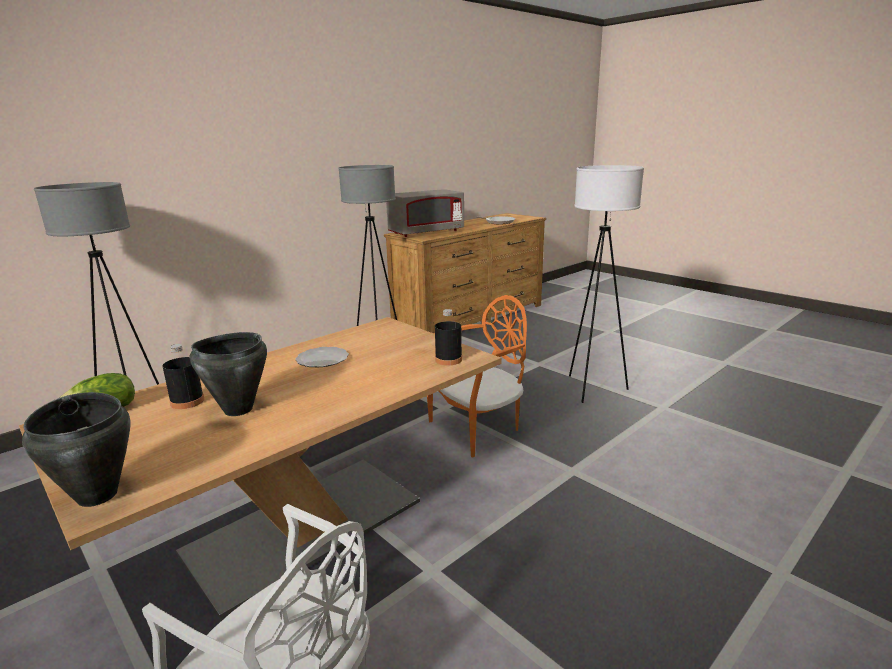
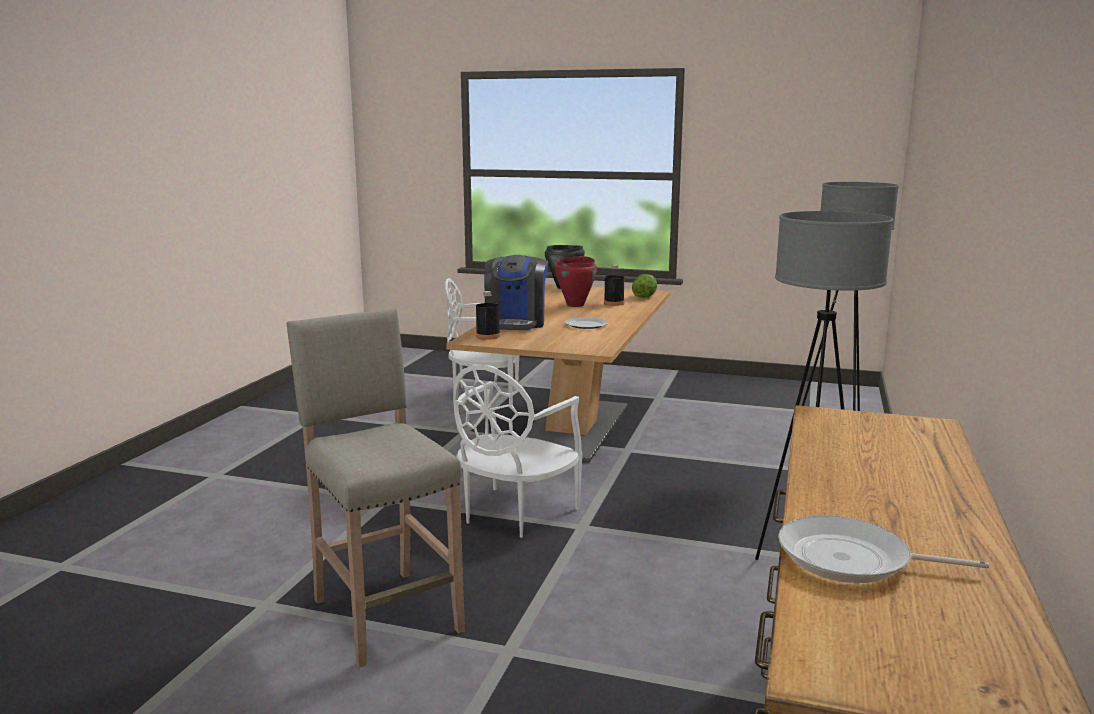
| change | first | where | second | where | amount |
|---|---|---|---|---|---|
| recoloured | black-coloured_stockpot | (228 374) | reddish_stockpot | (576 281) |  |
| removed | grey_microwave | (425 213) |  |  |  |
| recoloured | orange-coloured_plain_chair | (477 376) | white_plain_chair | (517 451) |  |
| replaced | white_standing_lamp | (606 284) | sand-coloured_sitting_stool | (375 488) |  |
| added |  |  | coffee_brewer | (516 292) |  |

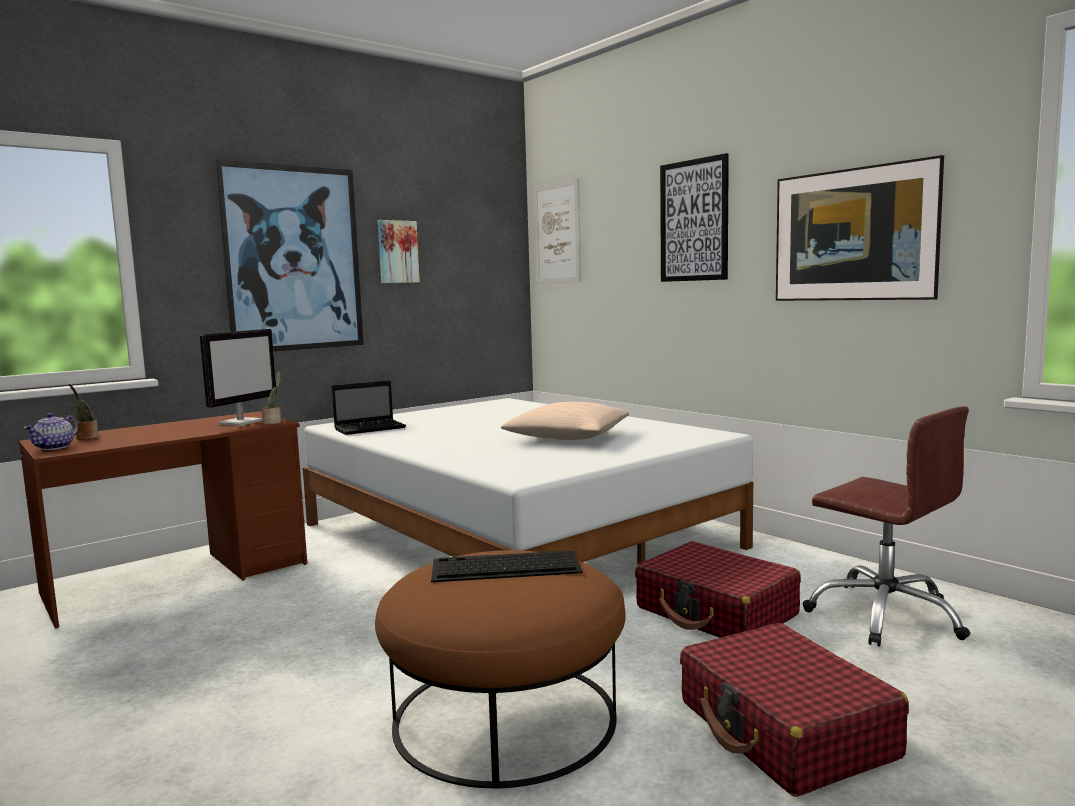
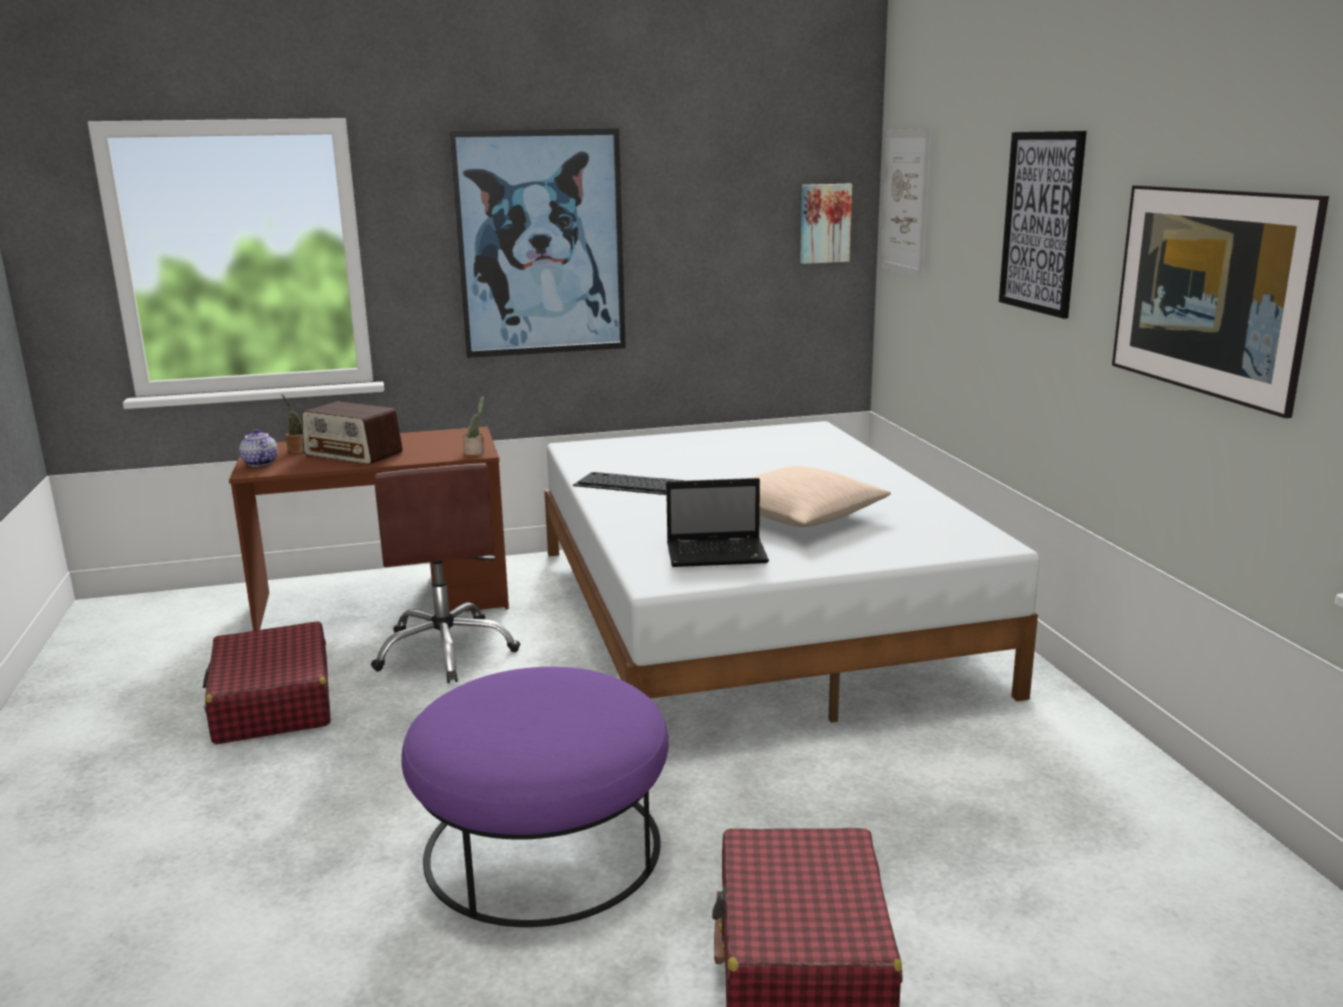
| change | first | where | second | where | amount |
|---|---|---|---|---|---|
| turned | tea_pot | (51 431) |  | (258 448) | 105 degrees clockwise |
| removed | monitor | (238 377) |  |  |  |
| moved | laptop | (369 407) |  | (717 522) |  |
| recoloured | brown-coloured_footrest | (500 669) | purple_footrest | (535 797) |  |
| moved | wall_picture | (399 251) |  | (826 224) |  |
| moved | PC_keyboard | (507 566) |  | (629 483) |  |
| moved | reddish_travel_case | (718 589) |  | (267 682) |  |
| moved | brown-coloured_office_chair | (886 526) |  | (445 573) |  |
| added |  |  | radio_set | (352 433) |  |

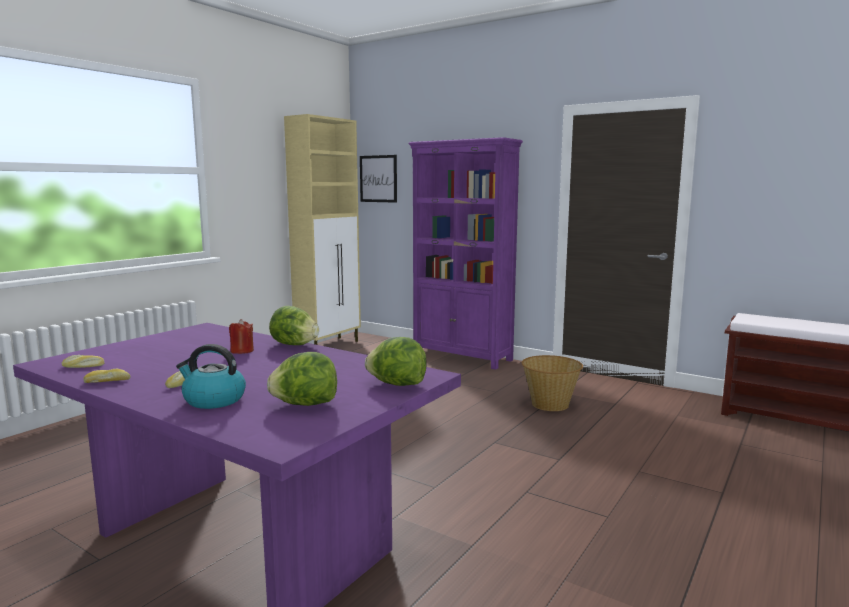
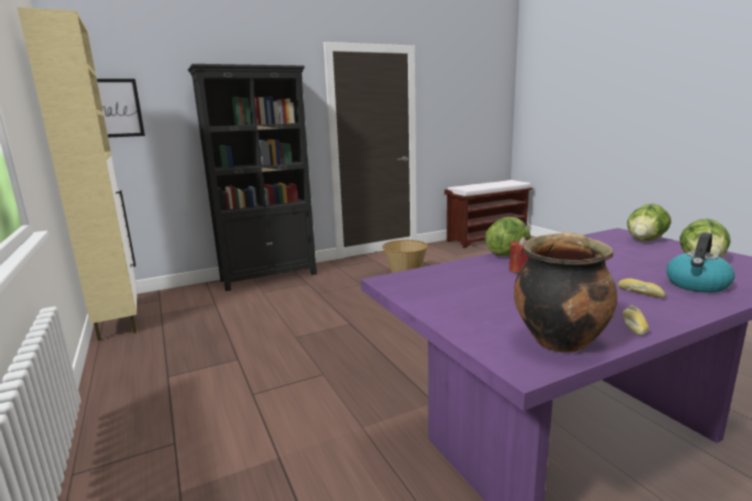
| change | first | where | second | where | amount |
|---|---|---|---|---|---|
| replaced | bakery_bread | (83 361) | stockpot | (566 292) |  |
| recoloured | purple_bookcase | (465 253) | black-coloured_bookcase | (252 177) |  |

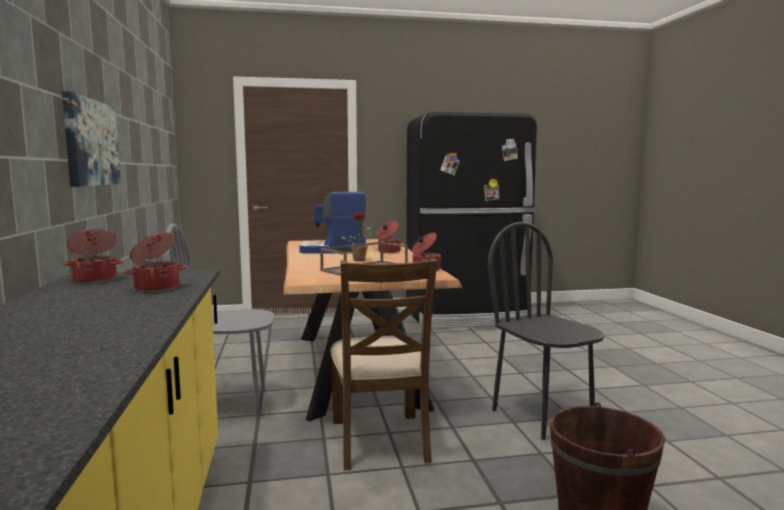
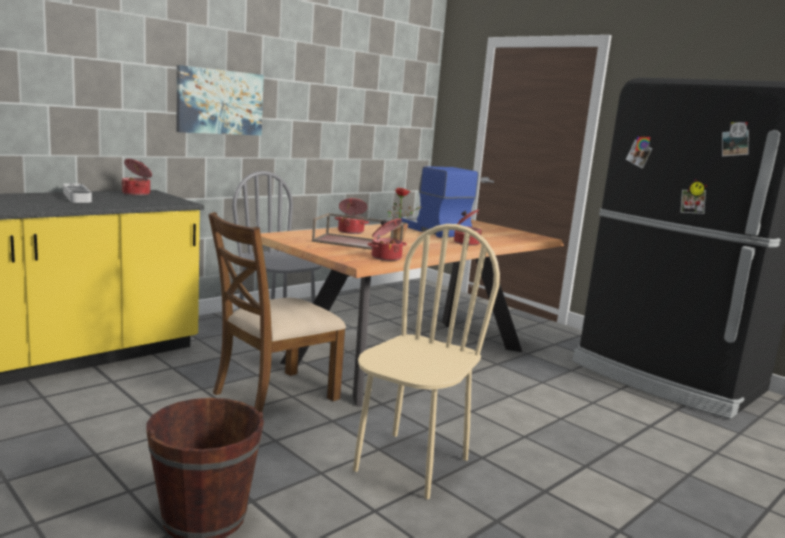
| change | first | where | second | where | amount |
|---|---|---|---|---|---|
| moved | stockpot | (155 262) |  | (352 216) |  |
| recoloured | black-coloured_plain_chair | (546 331) | sand-coloured_plain_chair | (426 361) |  |
| added |  |  | grey_tray | (77 193) |  |

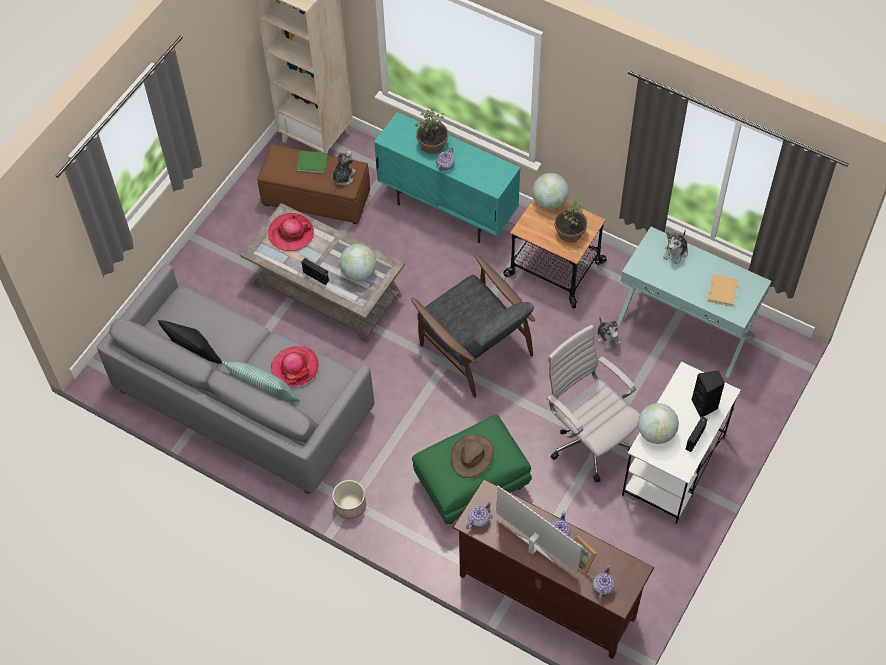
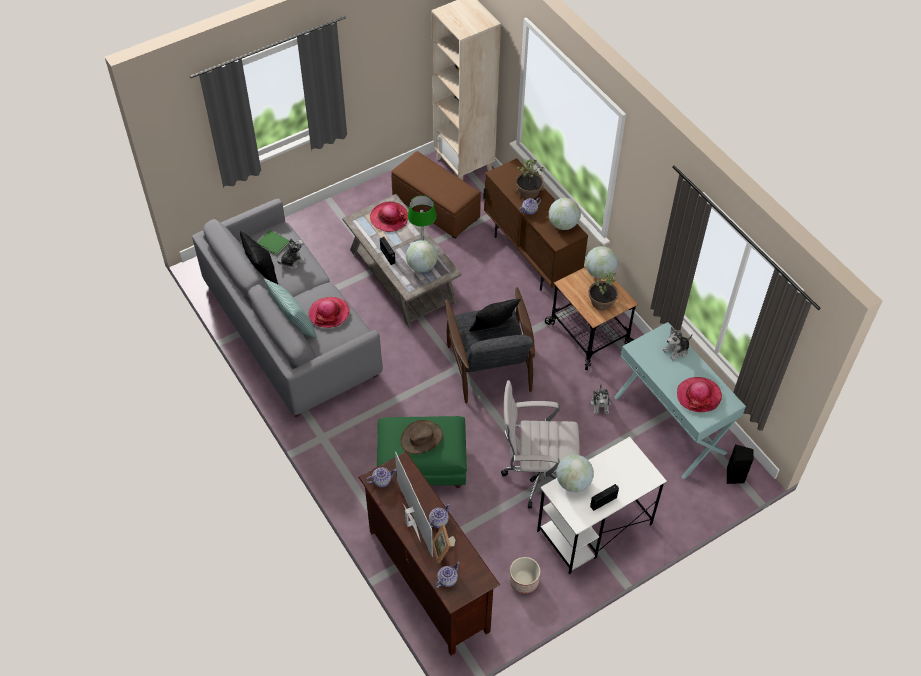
| change | first | where | second | where | amount |
|---|---|---|---|---|---|
| moved | greenish_bound_book | (312 162) |  | (273 243) |  |
| moved | cuddly_toy | (344 168) |  | (291 253) |  |
| moved | planter | (349 499) |  | (524 575) |  |
| recoloured | turquoise-coloured_cabinet | (447 177) | brown-coloured_cabinet | (535 224) |  |
| turned | white_office_chair | (593 404) |  | (540 444) | 75 degrees counterclockwise |
| moved | black-coloured_audio_speaker | (708 394) |  | (740 464) |  |
| replaced | sand-coloured_bound_book | (723 290) | hat | (699 394) |  |
| added |  |  | greenish_lamp_for_a_table | (422 218) |  |
| added |  |  | black-coloured_cushion | (495 315) |  |
| added |  |  | globe | (565 214) |  |

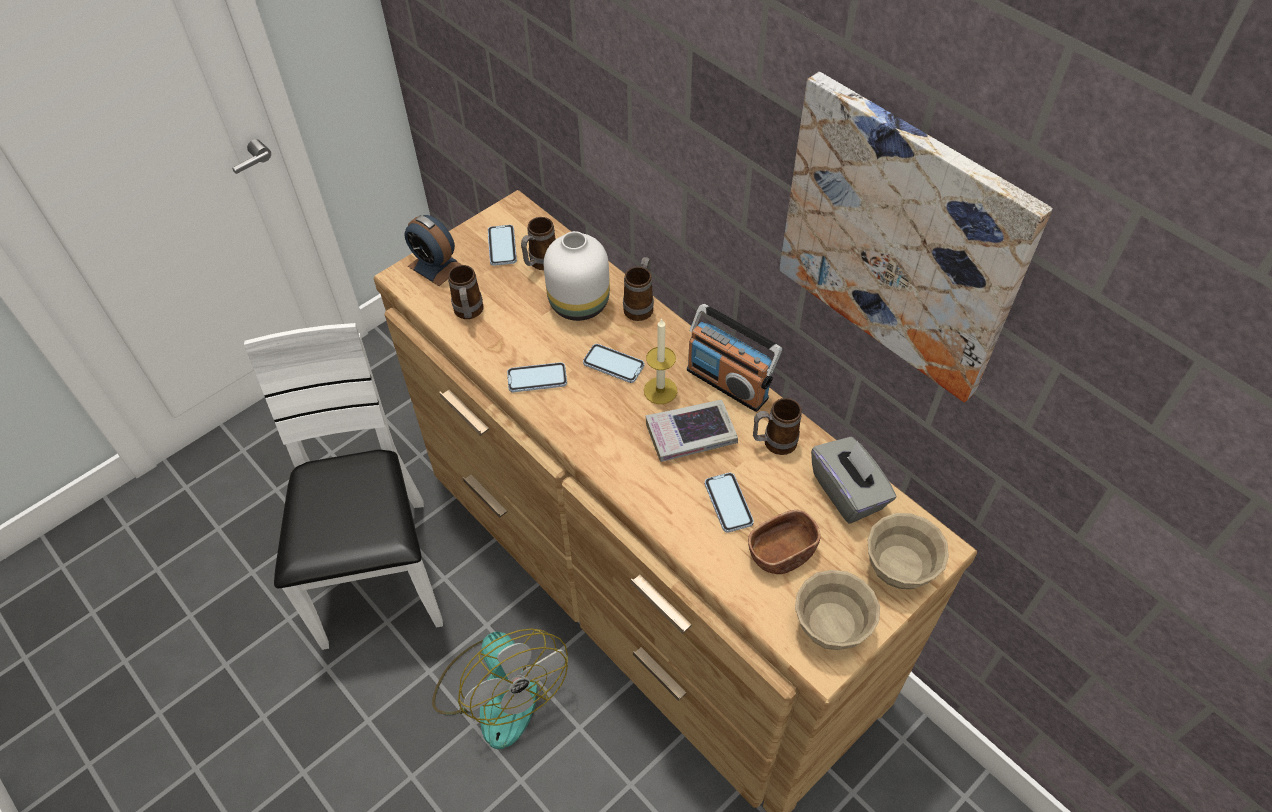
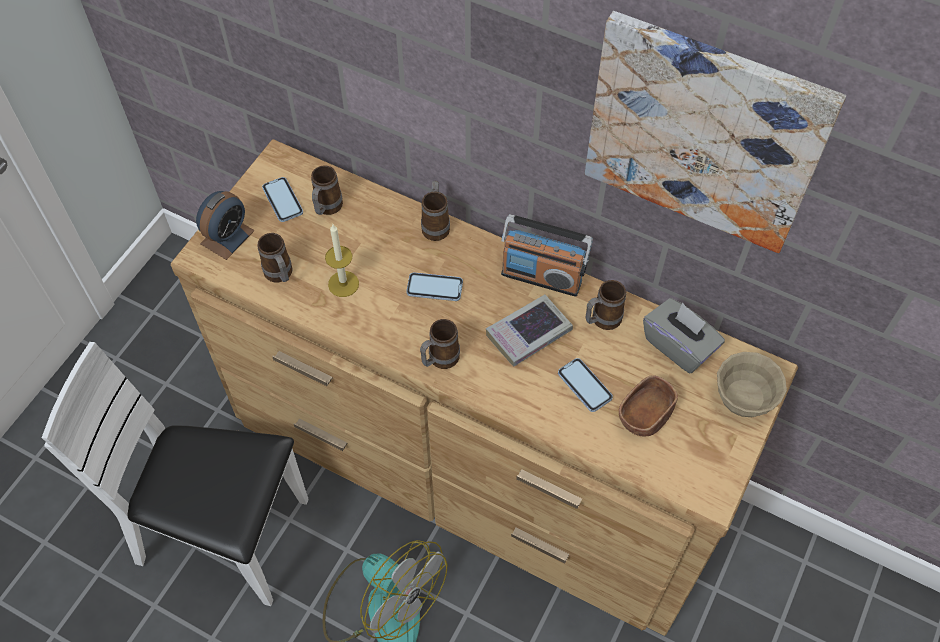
| change | first | where | second | where | amount |
|---|---|---|---|---|---|
| turned | white_plain_chair | (343 486) |  | (175 474) | 45 degrees counterclockwise |
| turned | table_clock | (433 250) |  | (225 225) | 75 degrees counterclockwise |
| removed | telephone | (537 377) |  |  |  |
| removed | white_decorative_vase | (577 276) |  |  |  |
| moved | wax_light | (660 361) |  | (342 261) |  |
| removed | sand-coloured_deep_dish | (837 610) |  |  |  |
| added |  |  | mug | (440 344) |  |

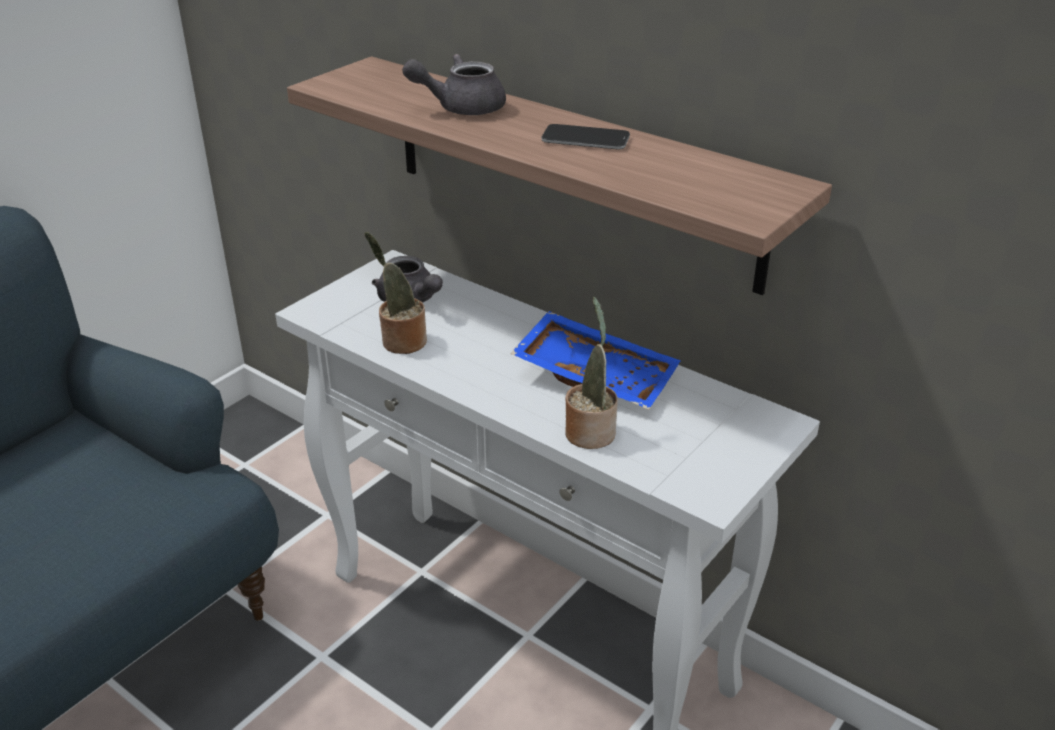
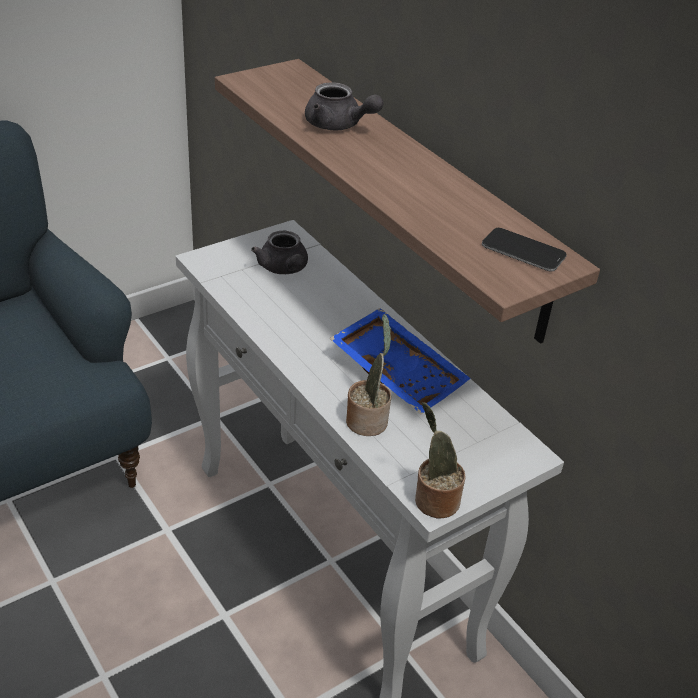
| change | first | where | second | where | amount |
|---|---|---|---|---|---|
| moved | potted_plant | (395 293) |  | (440 460) |  |
| turned | grey_tea_pot | (454 84) |  | (344 106) | 150 degrees counterclockwise |
| moved | telephone | (585 136) |  | (524 250) |  |

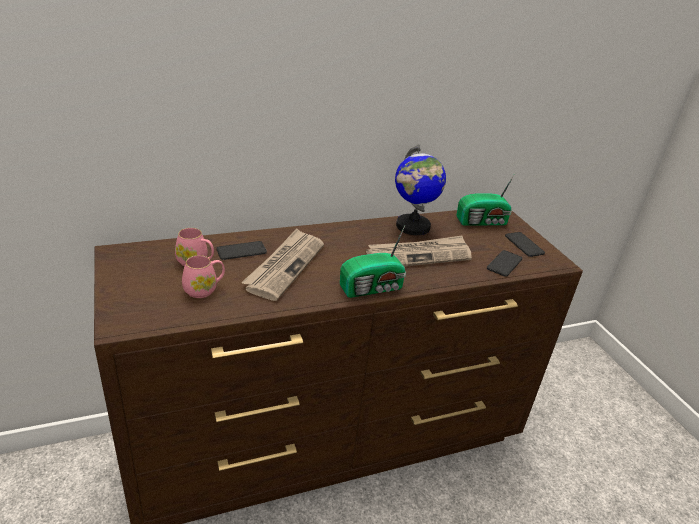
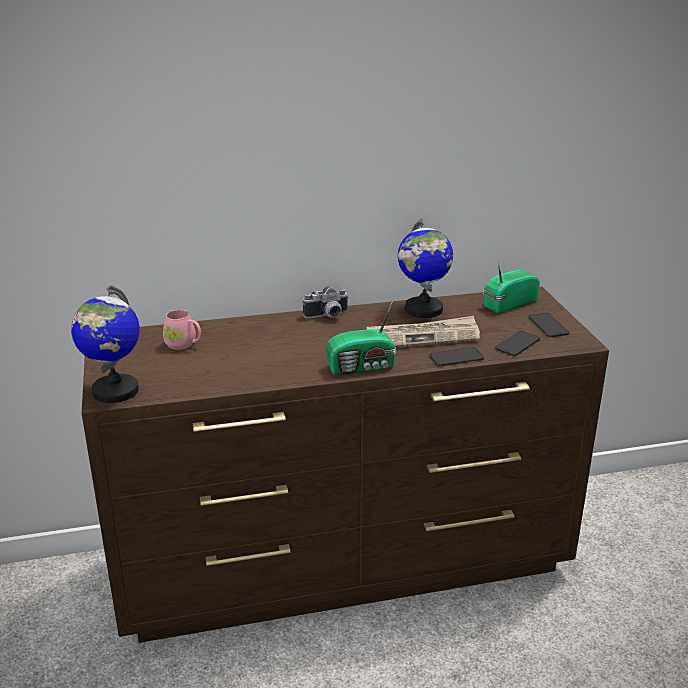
| change | first | where | second | where | amount |
|---|---|---|---|---|---|
| removed | pink_mug | (203 276) |  |  |  |
| moved | telephone | (242 250) |  | (456 356) |  |
| removed | daily_paper | (282 264) |  |  |  |
| turned | radio_set | (485 200) |  | (511 287) | 150 degrees clockwise |
| added |  |  | globe | (105 344) |  |
| added |  |  | photo_camera | (326 302) |  |

